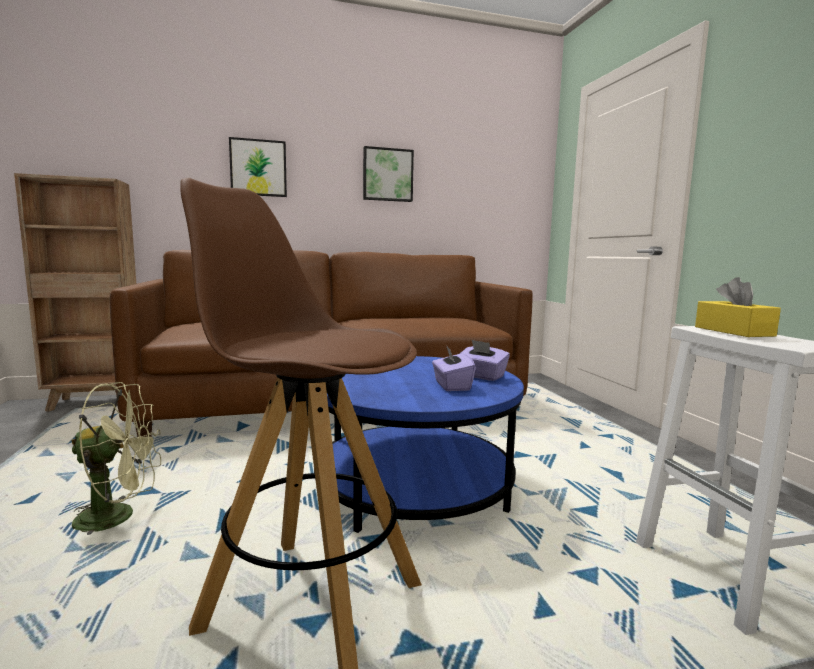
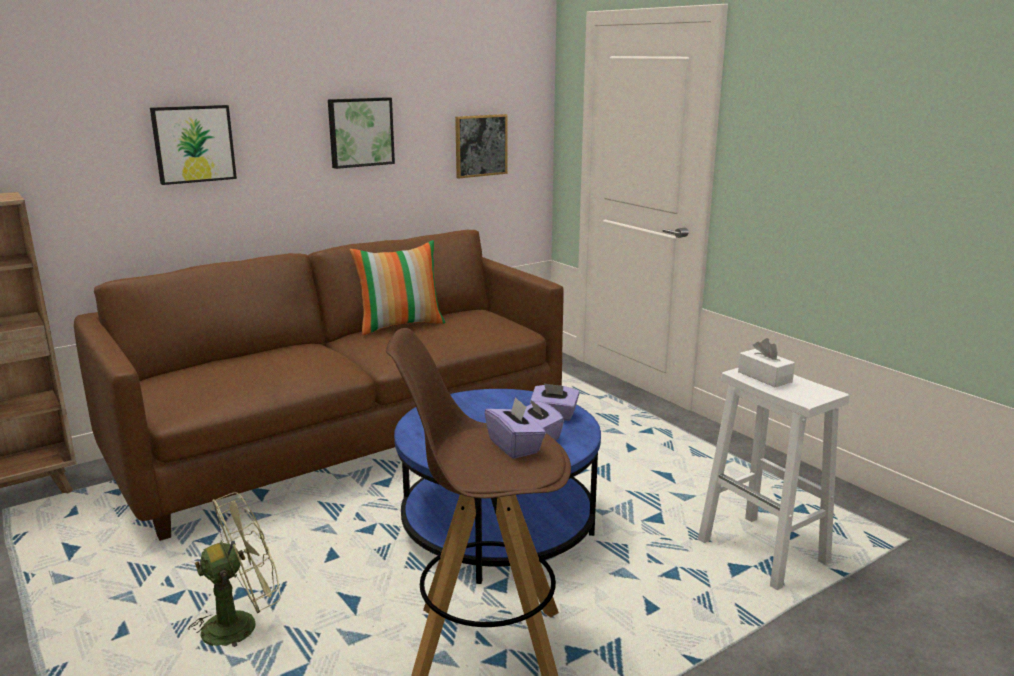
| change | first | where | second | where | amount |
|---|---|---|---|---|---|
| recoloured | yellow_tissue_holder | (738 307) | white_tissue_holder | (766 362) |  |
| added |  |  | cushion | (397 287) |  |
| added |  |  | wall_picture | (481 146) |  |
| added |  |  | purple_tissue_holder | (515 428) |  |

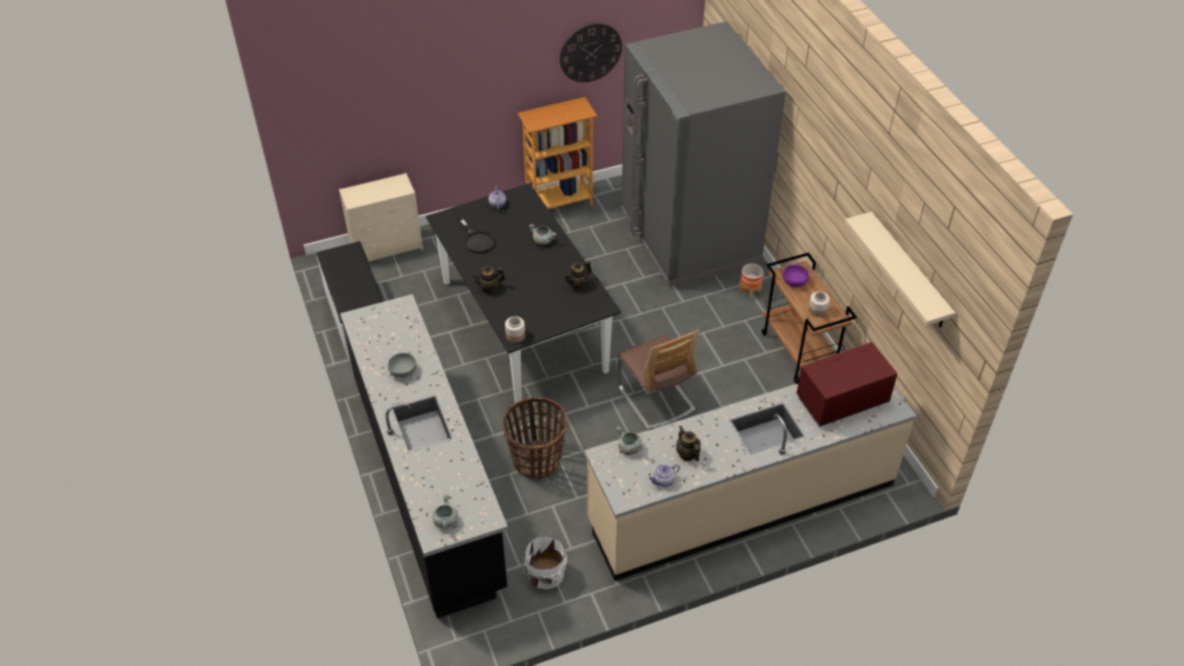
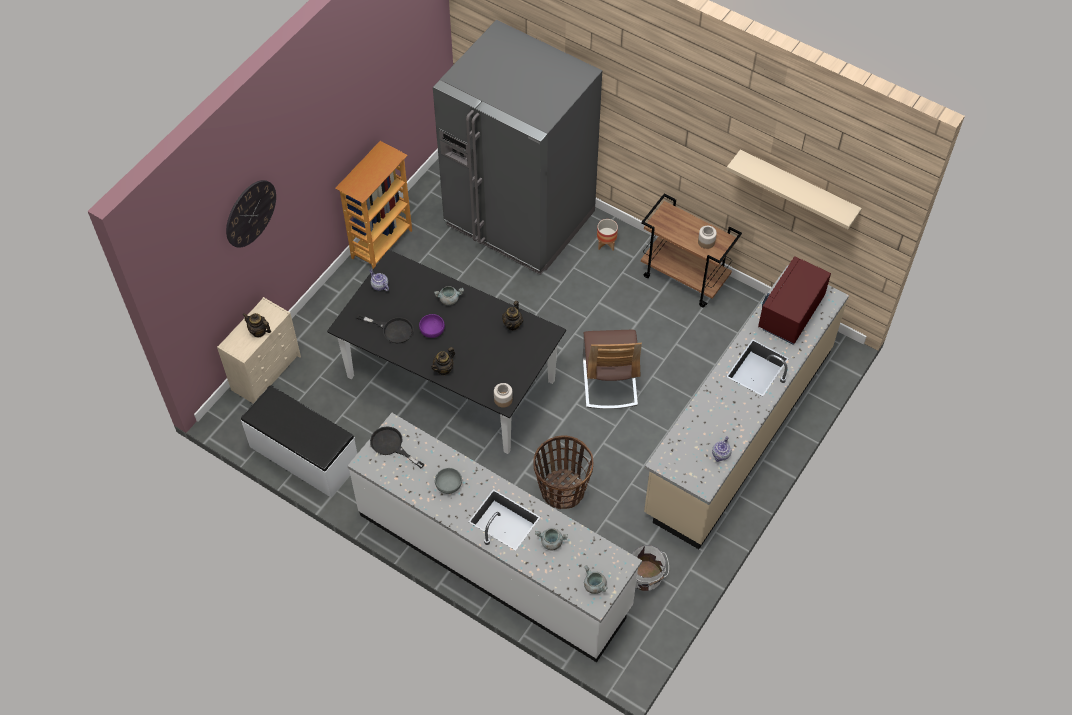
| change | first | where | second | where | amount |
|---|---|---|---|---|---|
| recoloured | black-coloured_counter | (424 456) | white_counter | (495 537) |  |
| moved | clock_on_the_wall | (591 52) |  | (251 214) |  |
| moved | grey_stockpot | (630 440) |  | (551 539) |  |
| turned | plain_chair | (658 380) |  | (612 369) | 60 degrees clockwise |
| moved | tea_pot | (688 443) |  | (256 325) |  |
| moved | purple_deep_dish | (796 276) |  | (432 326) |  |
| added |  |  | black-coloured_pan | (397 447) |  |

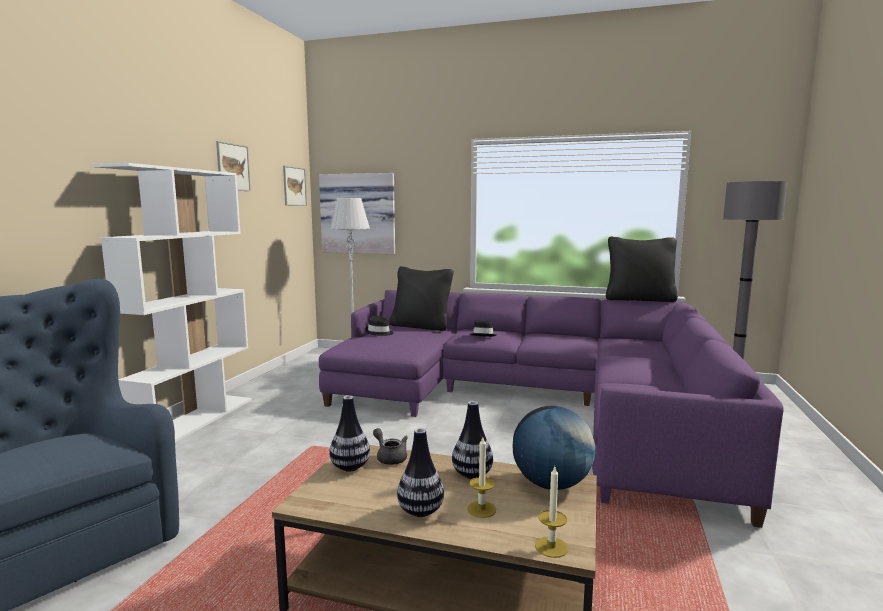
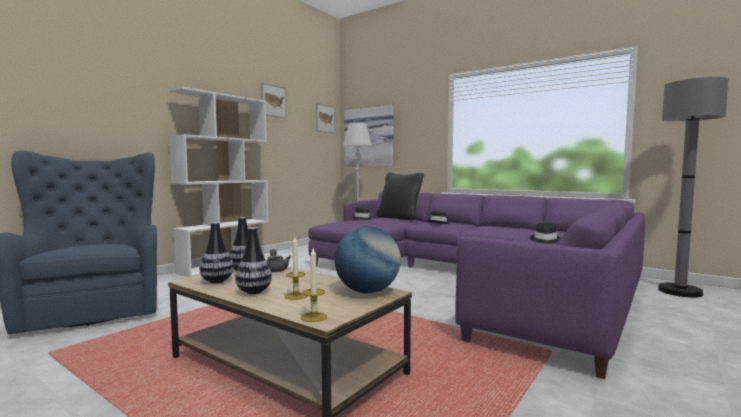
| change | first | where | second | where | amount |
|---|---|---|---|---|---|
| moved | decorative_vase | (472 440) |  | (216 252) |  |
| removed | black-coloured_cushion | (642 269) |  |  |  |
| added |  |  | black-coloured_hat | (545 233) |  |

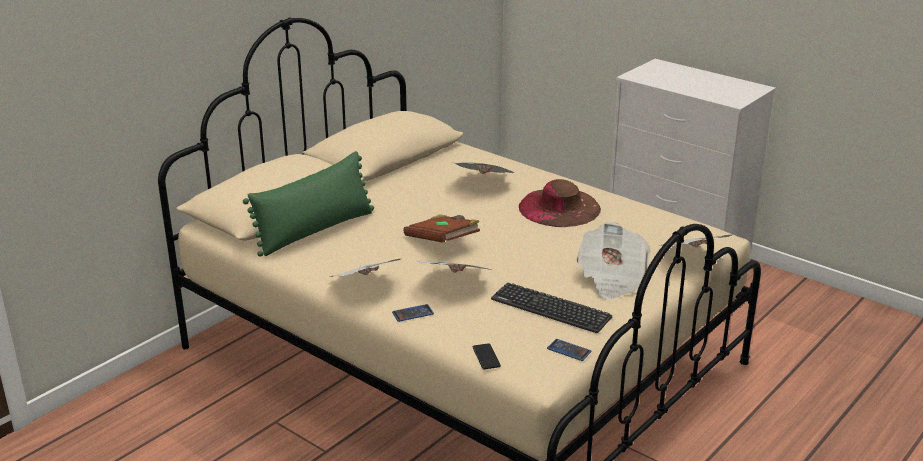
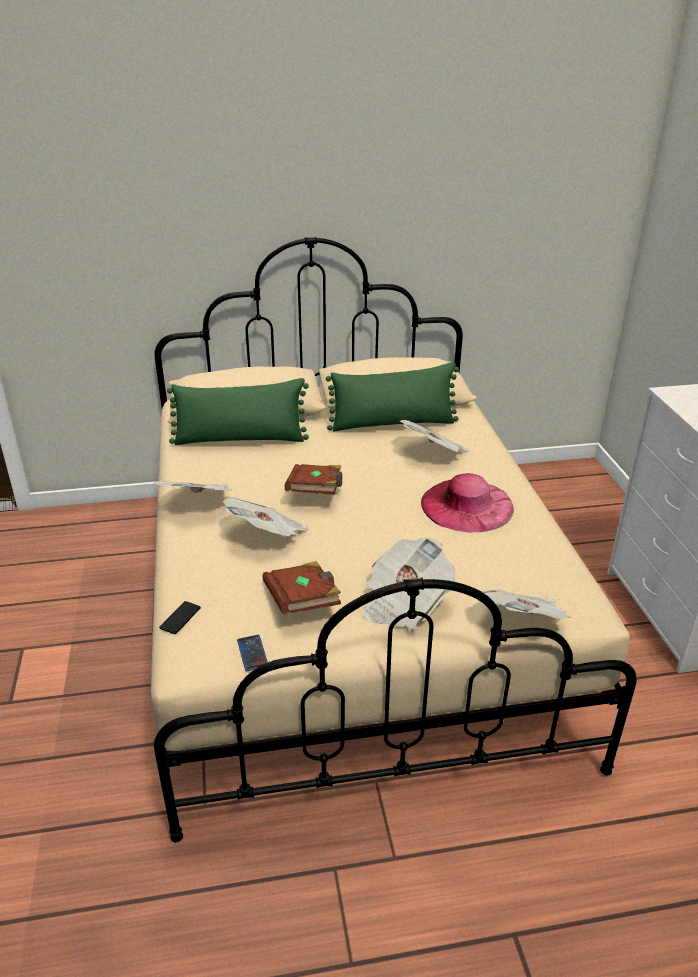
| change | first | where | second | where | amount |
|---|---|---|---|---|---|
| removed | telephone | (413 313) |  |  |  |
| replaced | PC_keyboard | (551 307) | brown-coloured_bound_book | (302 588) |  |
| recoloured | brown-coloured_hat | (560 203) | pink_hat | (467 503) |  |
| added |  |  | greenish_cushion | (392 396) |  |

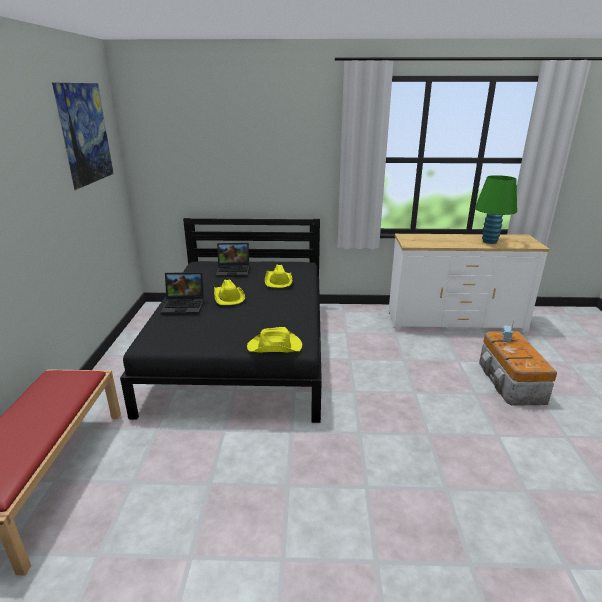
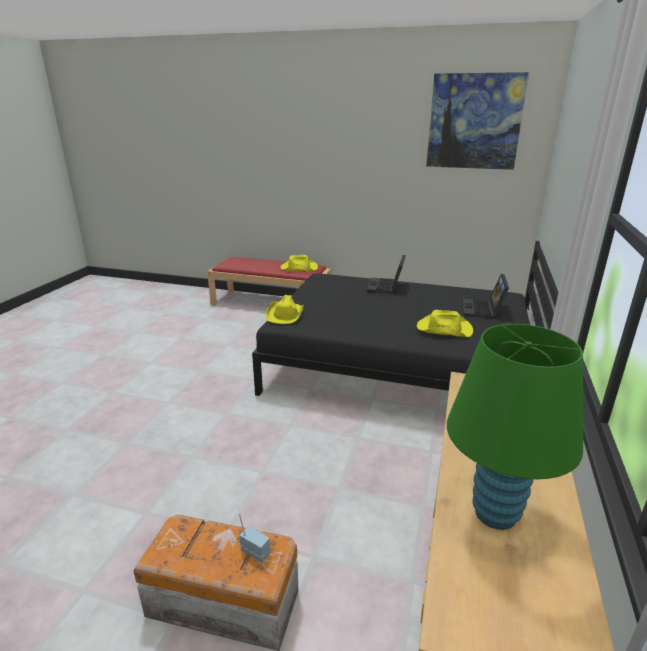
| change | first | where | second | where | amount |
|---|---|---|---|---|---|
| moved | yellow_hat | (229 292) |  | (299 263) |  |

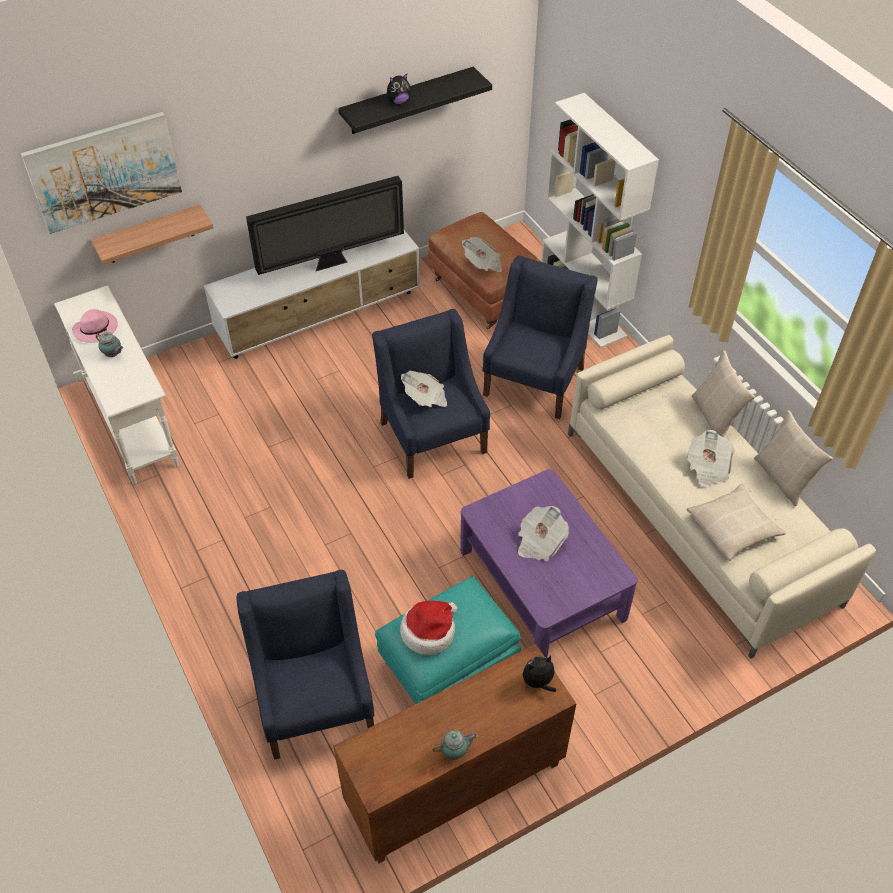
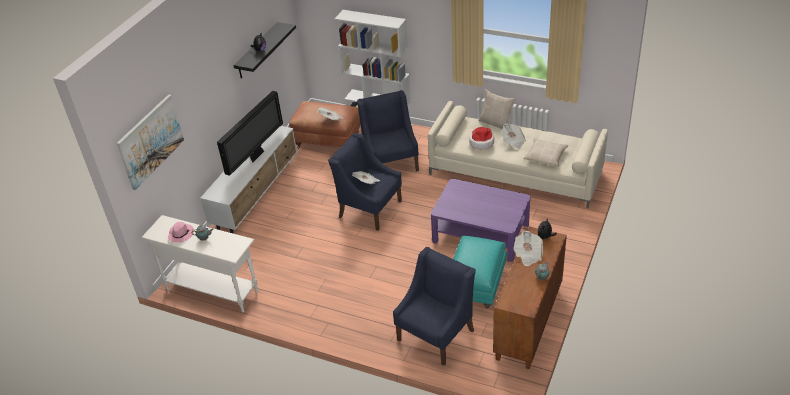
| change | first | where | second | where | amount |
|---|---|---|---|---|---|
| removed | bracket_shelf | (152 234) |  |  |  |
| turned | bluish_lounge_chair | (306 665) |  | (434 306) | 90 degrees clockwise |
| moved | hat | (428 628) |  | (481 138) |  |
| moved | daily_paper | (543 533) |  | (528 248) |  |
| removed | sand-coloured_cushion | (793 458) |  |  |  |

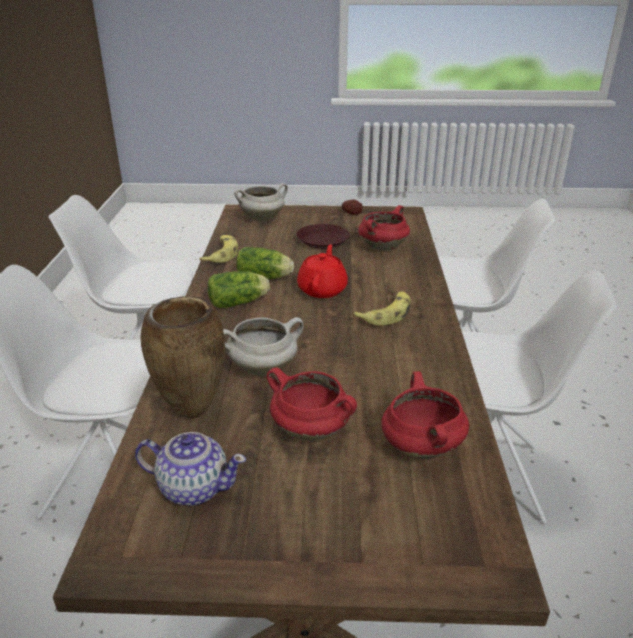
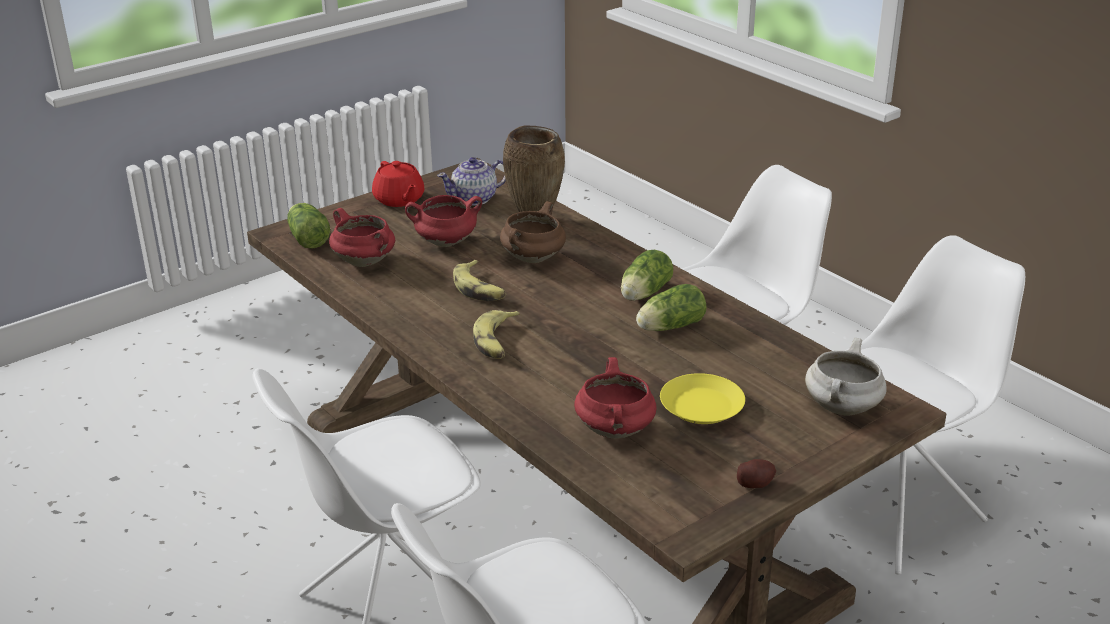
| change | first | where | second | where | amount |
|---|---|---|---|---|---|
| moved | banana_fruit | (218 249) |  | (479 280) |  |
| recoloured | white_stockpot | (263 346) | brown-coloured_stockpot | (533 232) |  |
| recoloured | brown-coloured_dinner_plate | (323 236) | yellow_dinner_plate | (702 398) |  |
| moved | reddish_tea_pot | (322 271) |  | (398 184) |  |
| added |  |  | lettuce_head | (308 226) |  |

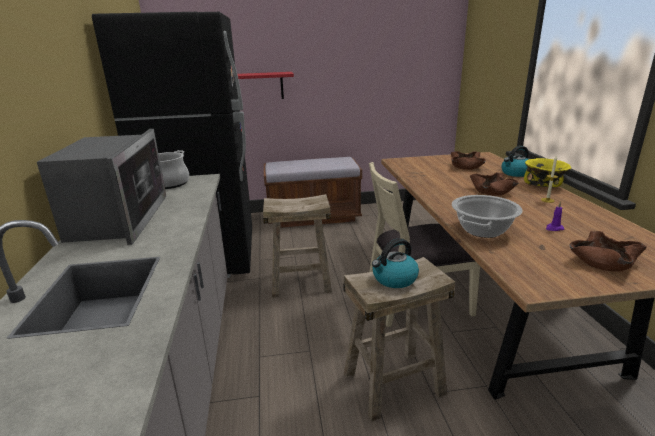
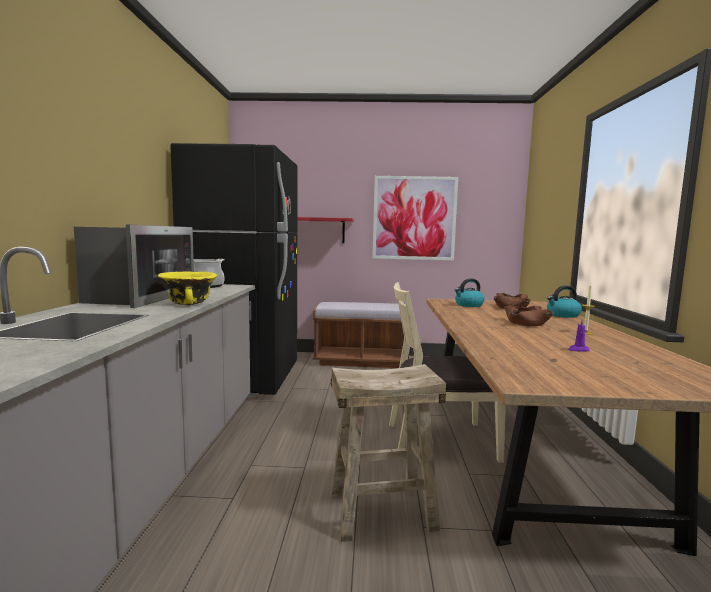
| change | first | where | second | where | amount |
|---|---|---|---|---|---|
| removed | sand-coloured_sitting_stool | (297 246) |  |  |  |
| moved | kettle | (395 263) |  | (469 292) |  |
| removed | stockpot | (487 216) |  |  |  |
| moved | yellow_deep_dish | (547 172) |  | (187 288) |  |
| removed | brown-coloured_deep_dish | (608 251) |  |  |  |
| added |  |  | wall_picture | (415 218) |  |

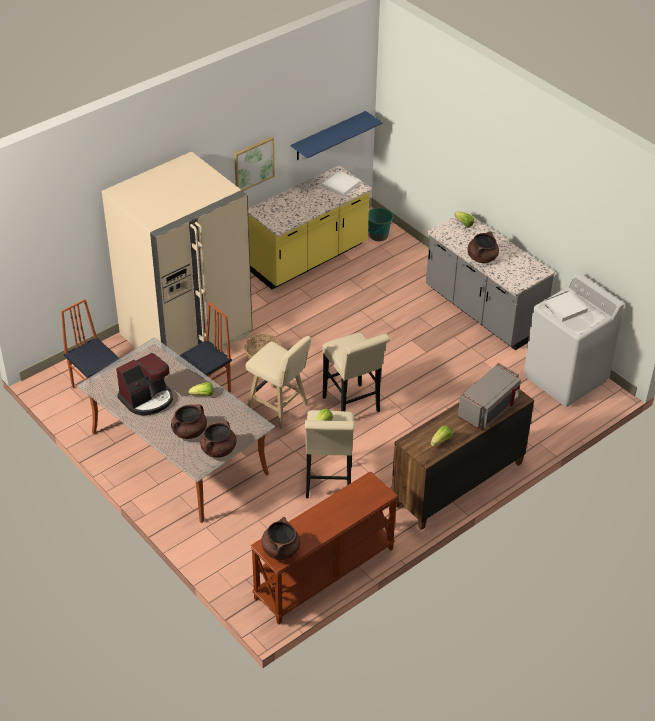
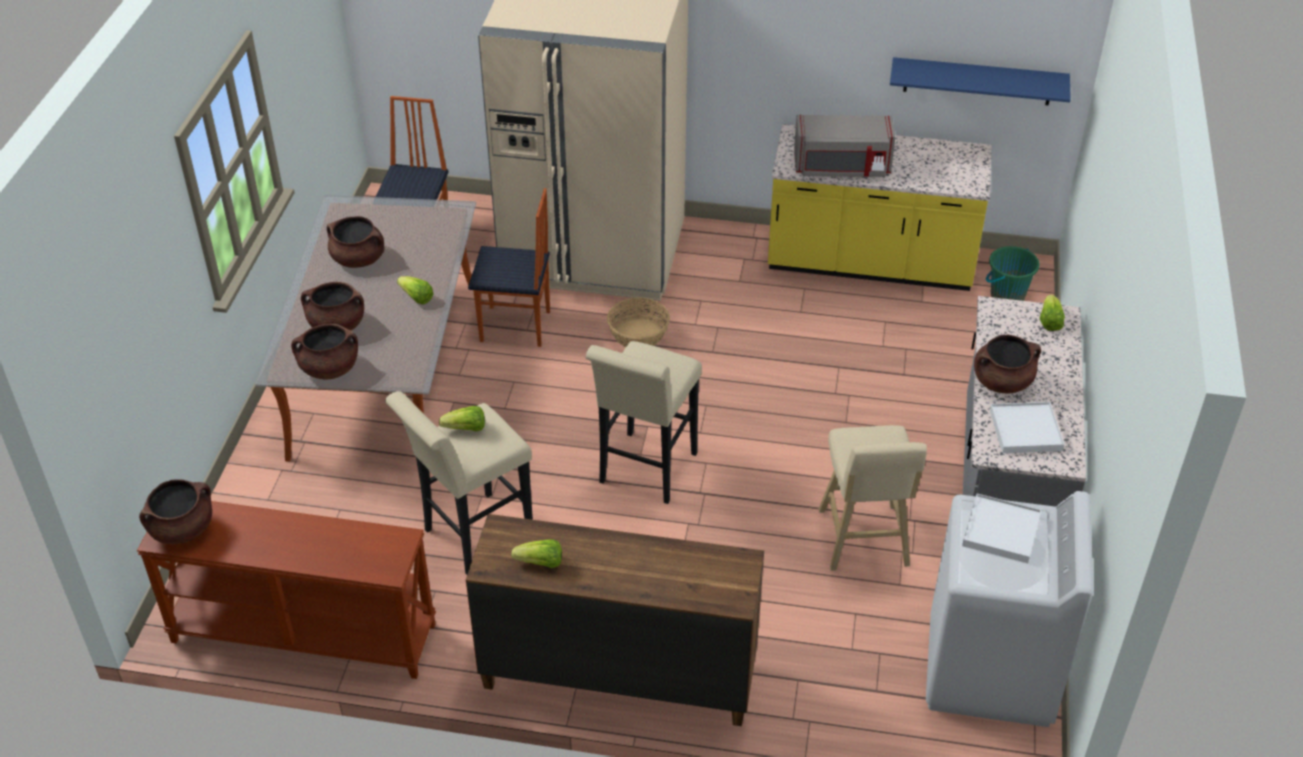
| change | first | where | second | where | amount |
|---|---|---|---|---|---|
| replaced | coffee_brewer | (144 384) | brown-coloured_stockpot | (356 242) |  |
| removed | wall_picture | (254 164) |  |  |  |
| moved | sand-coloured_sitting_stool | (278 382) |  | (873 498) |  |
| moved | white_tray | (341 183) |  | (1027 427) |  |
| moved | grey_microwave | (489 396) |  | (844 146) |  |

